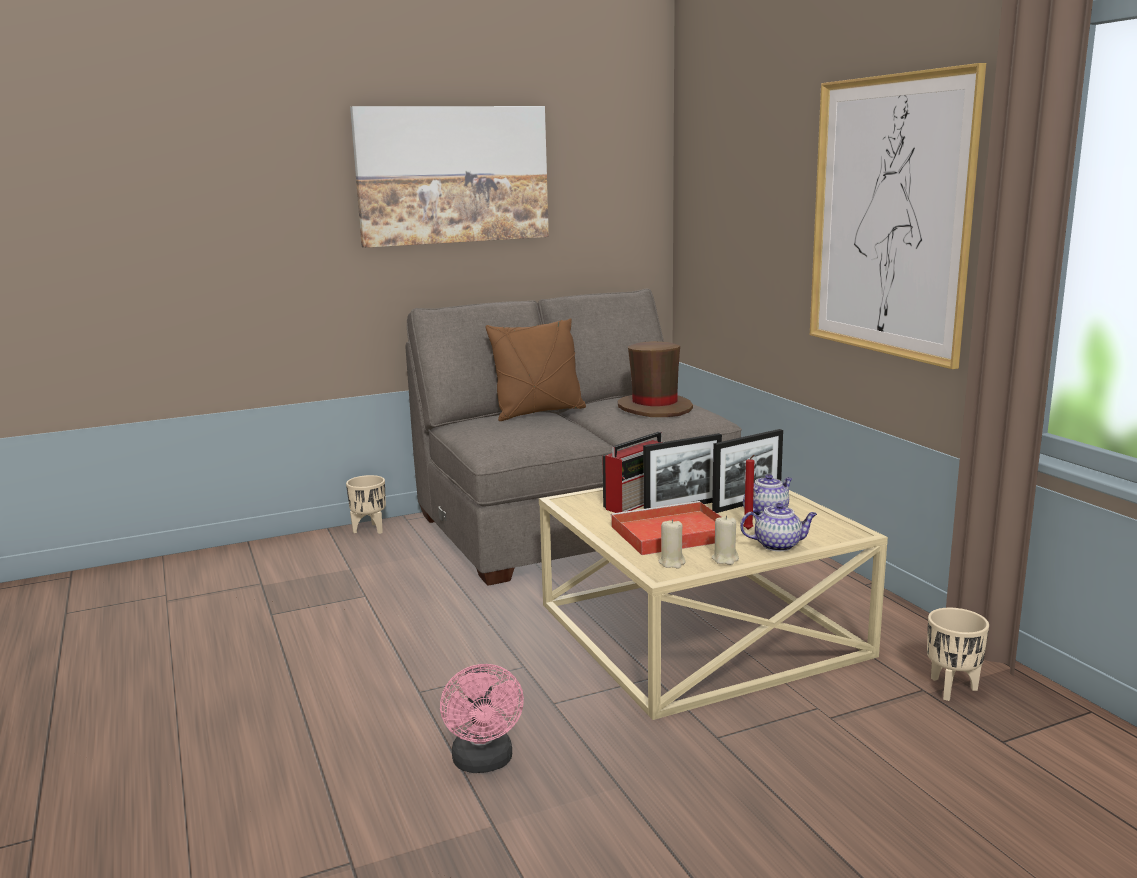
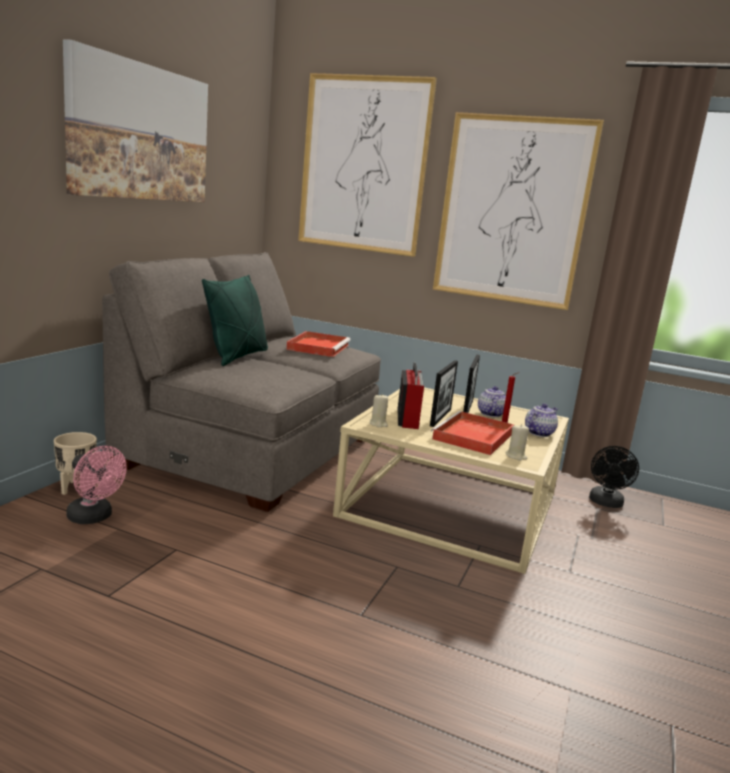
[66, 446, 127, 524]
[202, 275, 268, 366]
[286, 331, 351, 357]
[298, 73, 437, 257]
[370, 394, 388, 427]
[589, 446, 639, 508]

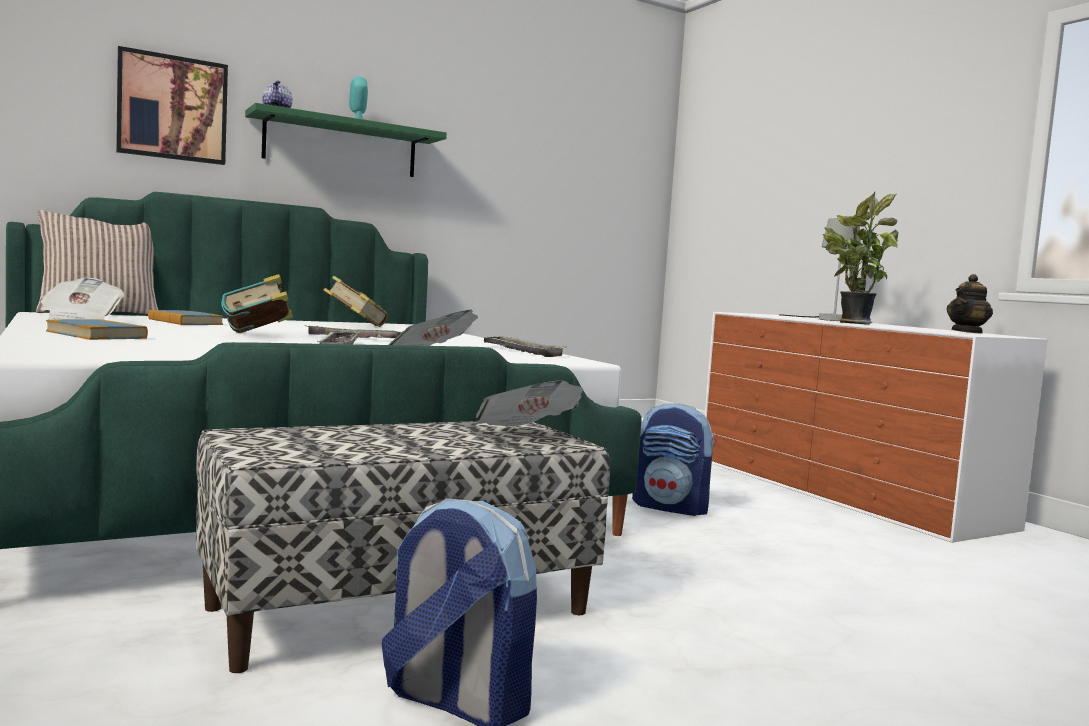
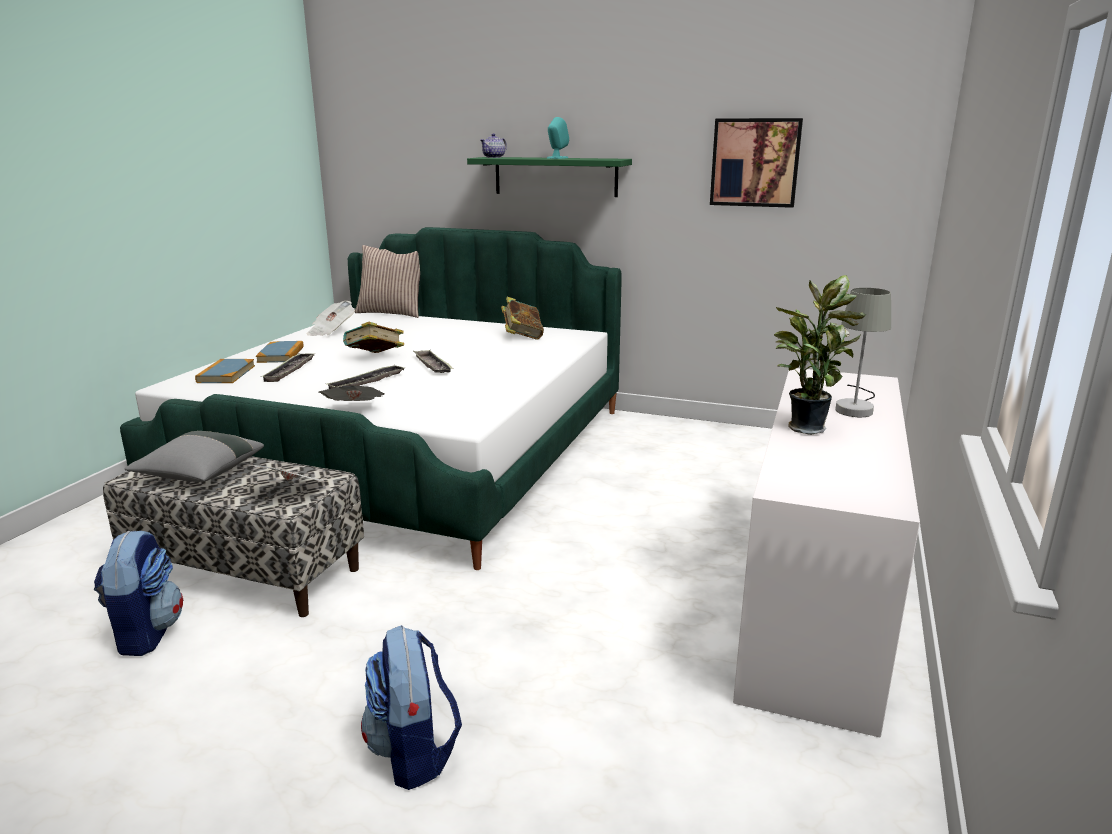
[125, 431, 264, 482]
[195, 359, 255, 383]
[261, 353, 315, 382]
[361, 625, 462, 790]
[710, 118, 803, 208]
[947, 274, 993, 334] (first image)

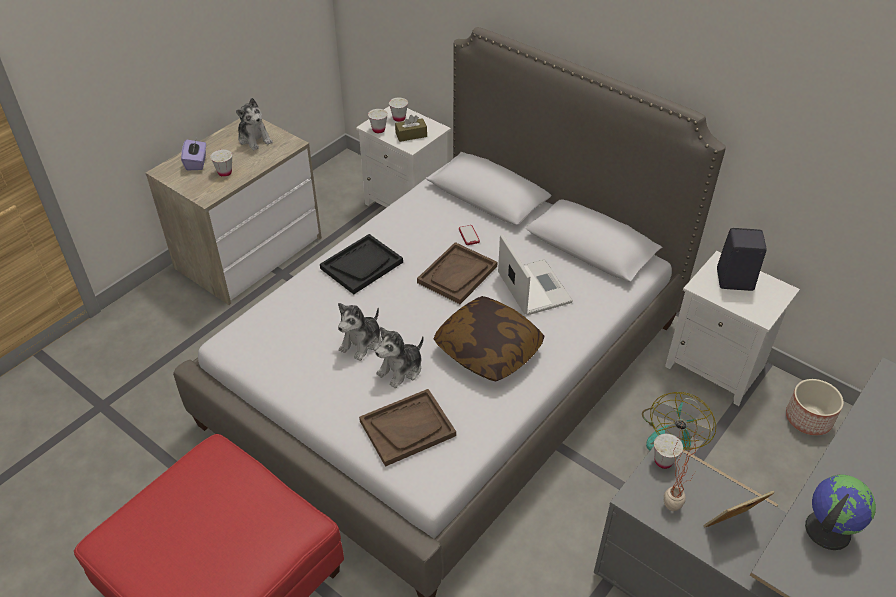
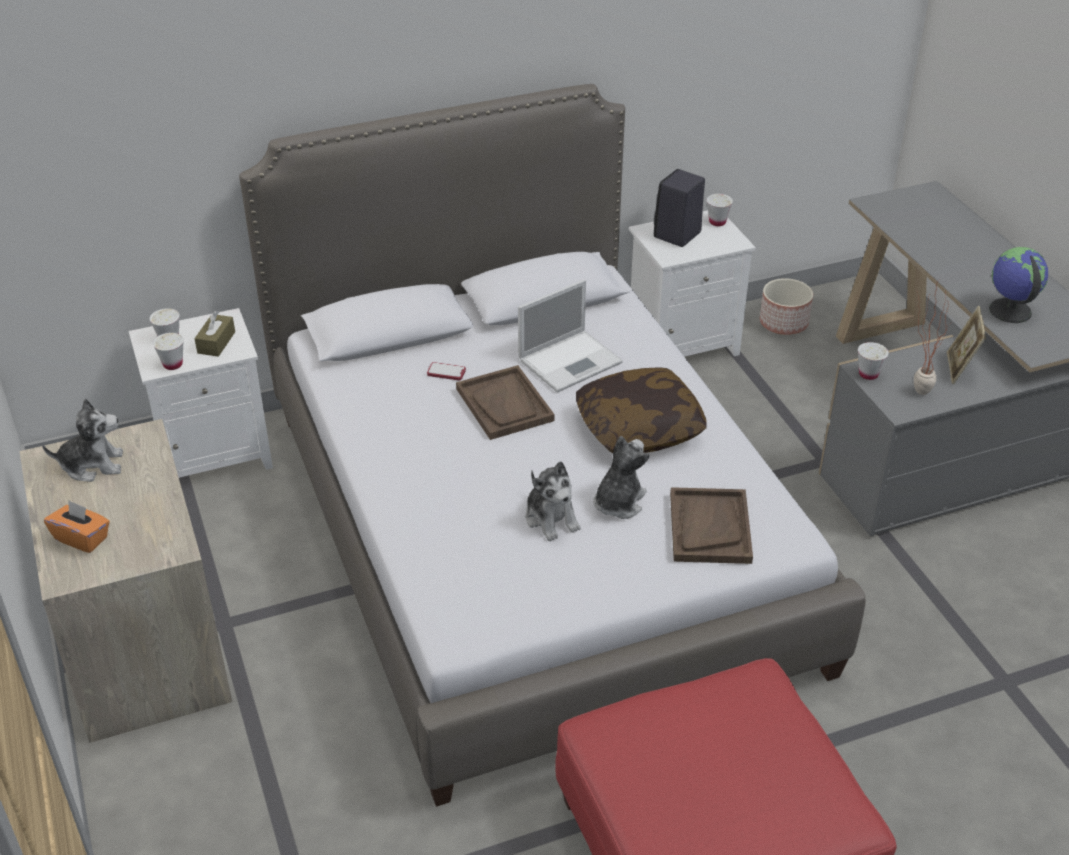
[44, 500, 110, 553]
[518, 280, 623, 393]
[593, 436, 649, 519]
[707, 194, 733, 226]
[320, 234, 403, 294] (first image)
[642, 392, 716, 451] (first image)

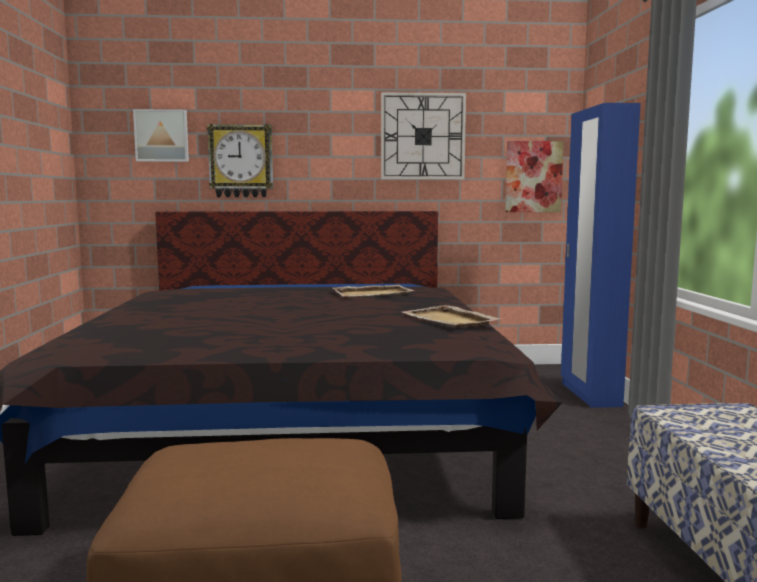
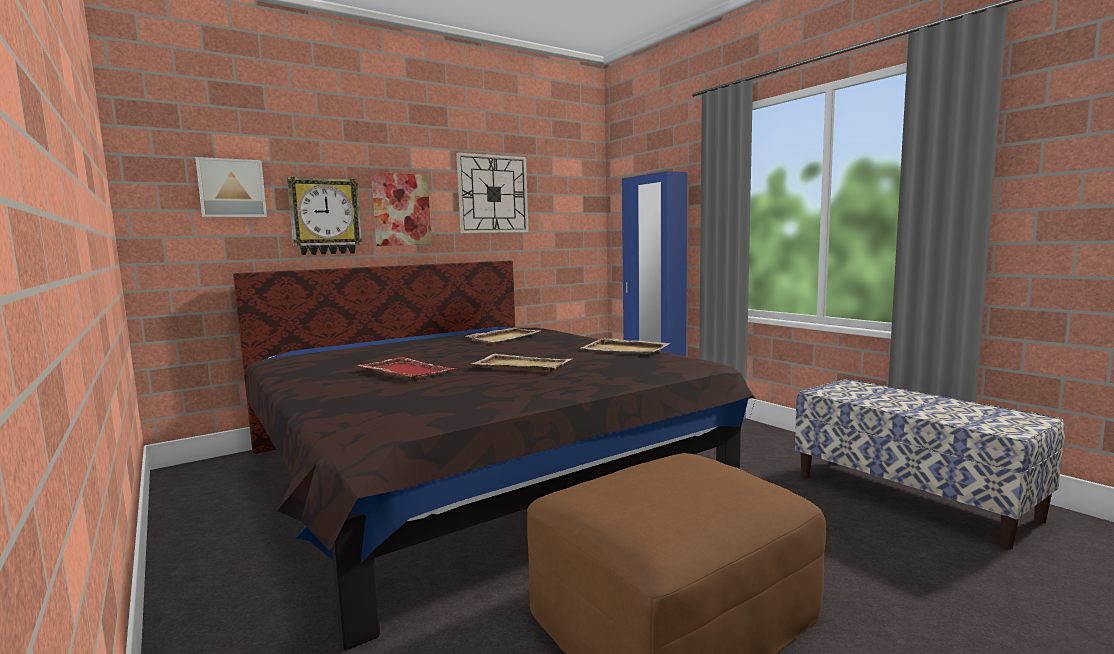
[357, 357, 457, 380]
[371, 172, 432, 246]
[471, 354, 572, 371]

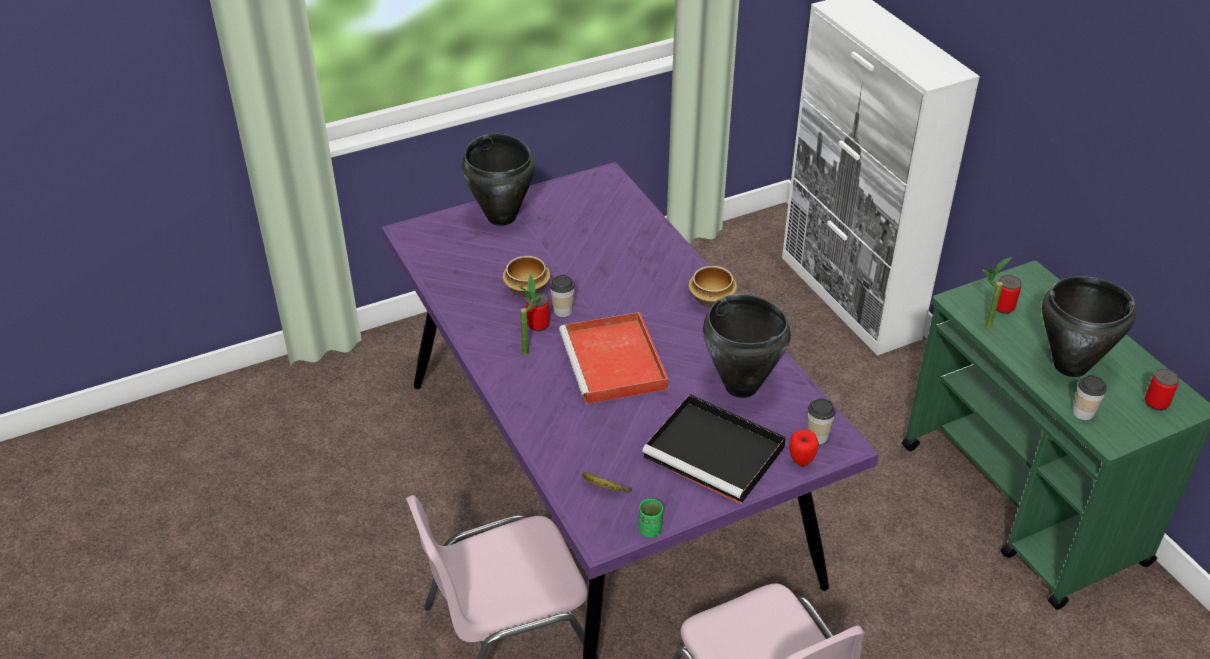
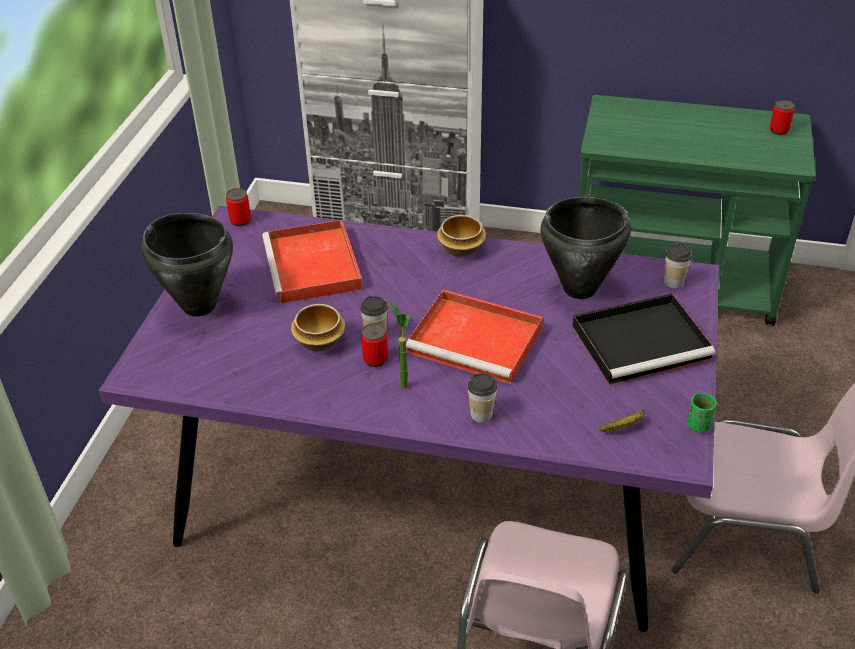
[226, 188, 251, 226]
[262, 220, 363, 304]
[467, 373, 497, 423]
[789, 429, 819, 466] (first image)
[982, 257, 1012, 329] (first image)
[1042, 276, 1136, 377] (first image)

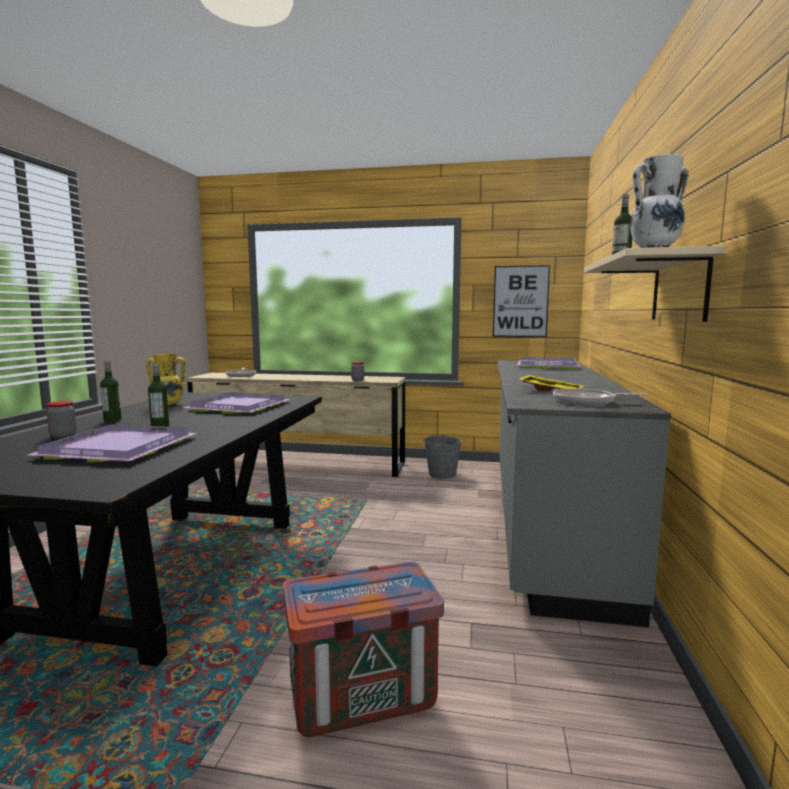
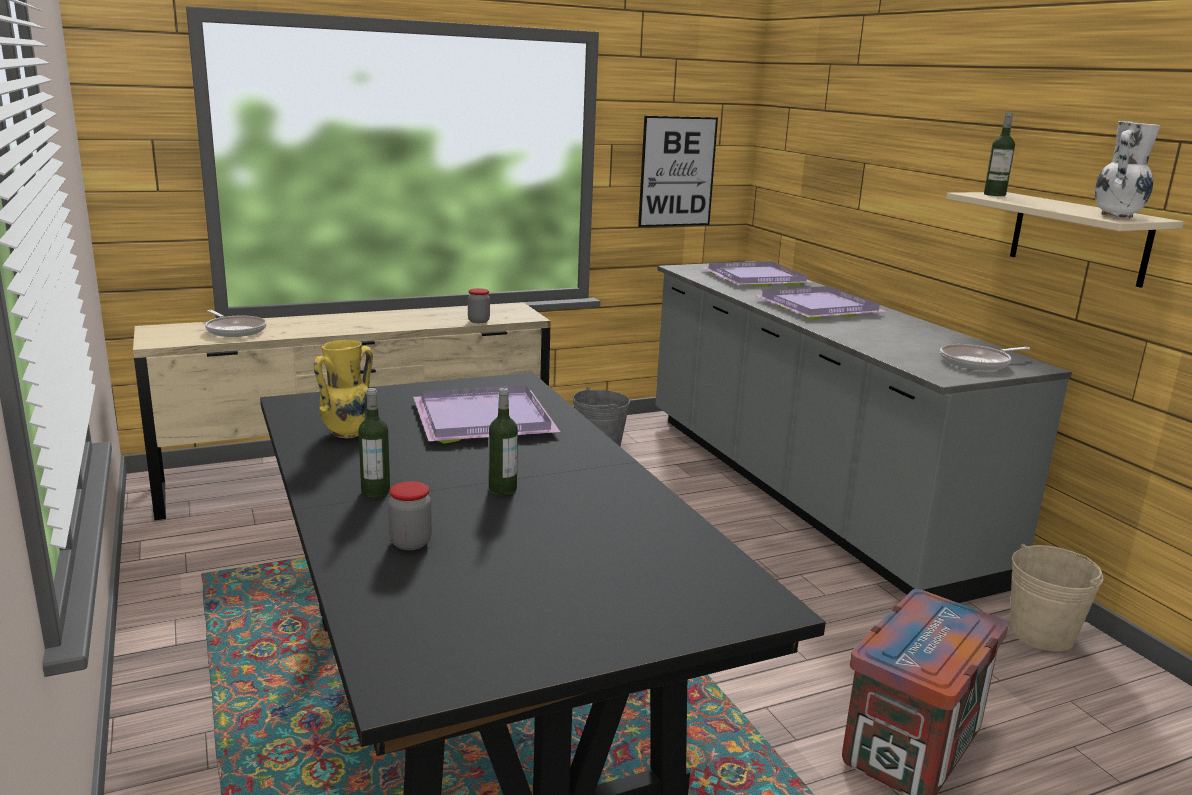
[755, 286, 886, 320]
[1010, 544, 1104, 652]
[519, 375, 584, 391] (first image)

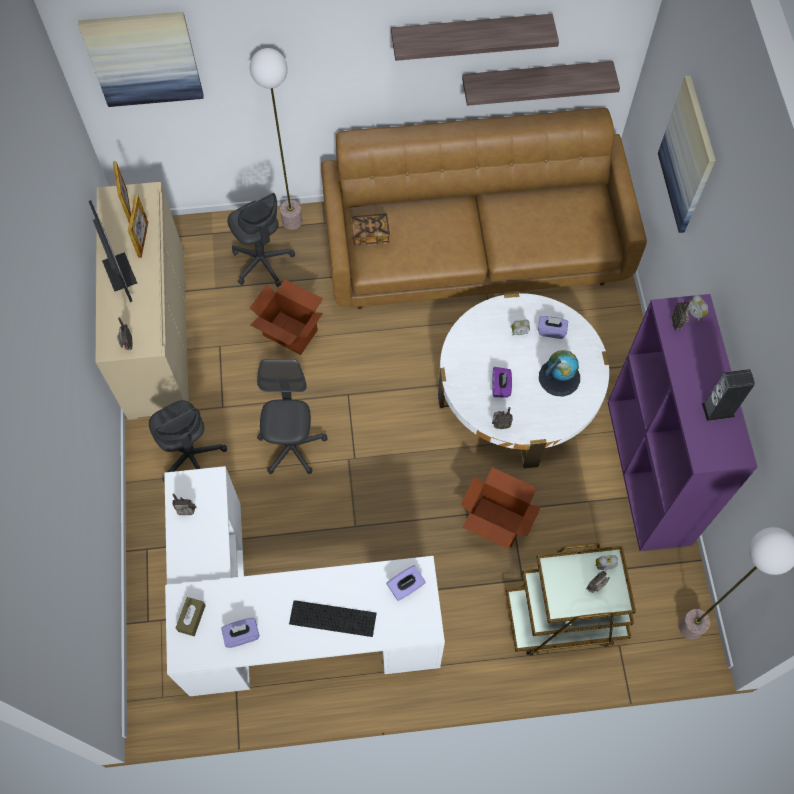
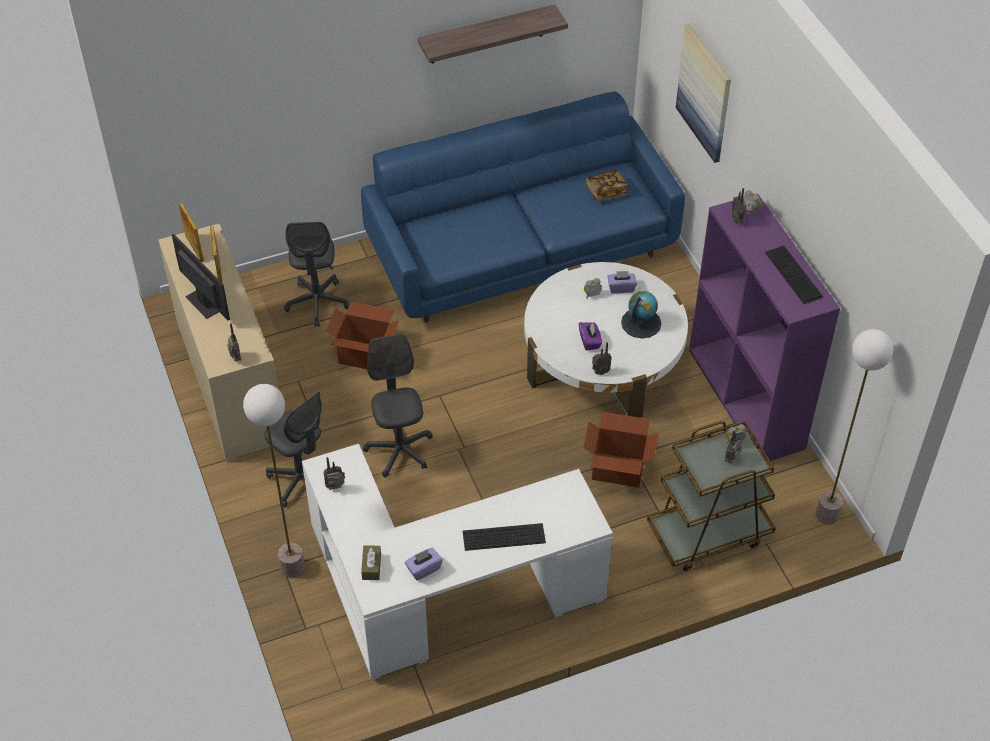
[243, 384, 305, 578]
[284, 222, 350, 327]
[361, 92, 685, 323]
[586, 170, 628, 202]
[765, 246, 823, 304]
[78, 12, 204, 107] (first image)
[387, 565, 425, 601] (first image)
[462, 61, 620, 106] (first image)

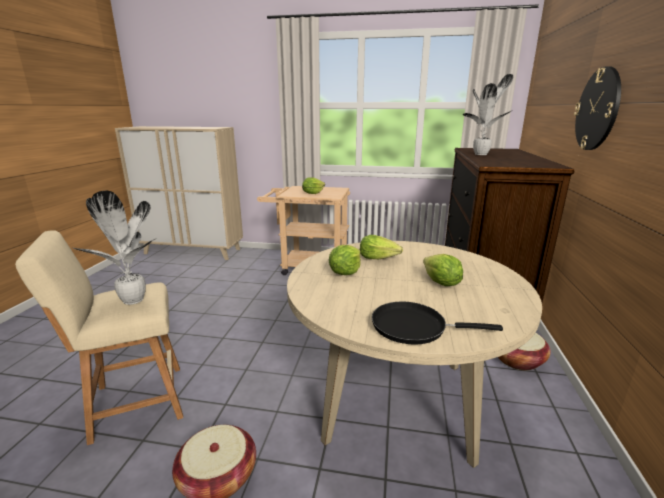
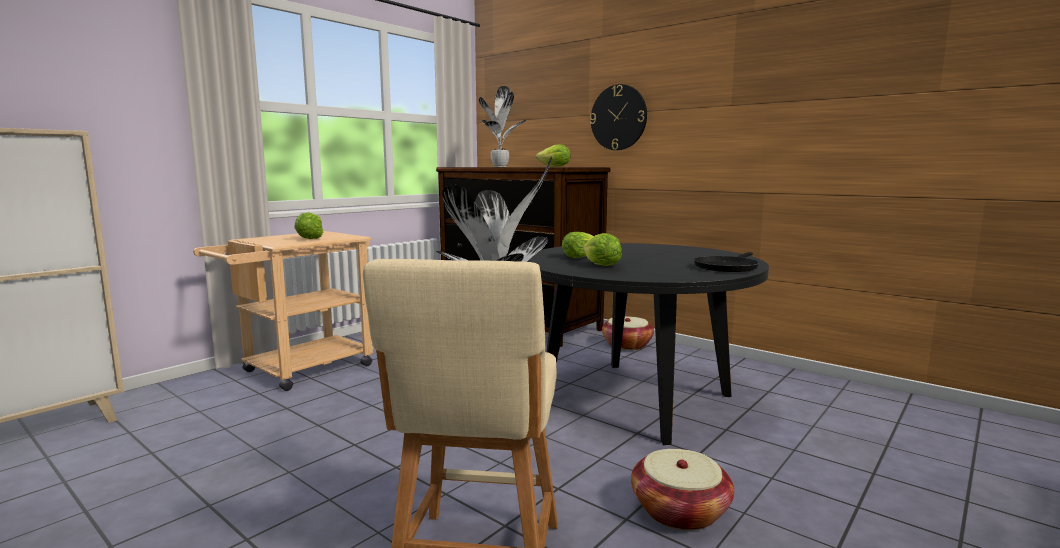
[527, 243, 769, 445]
[536, 144, 571, 167]

